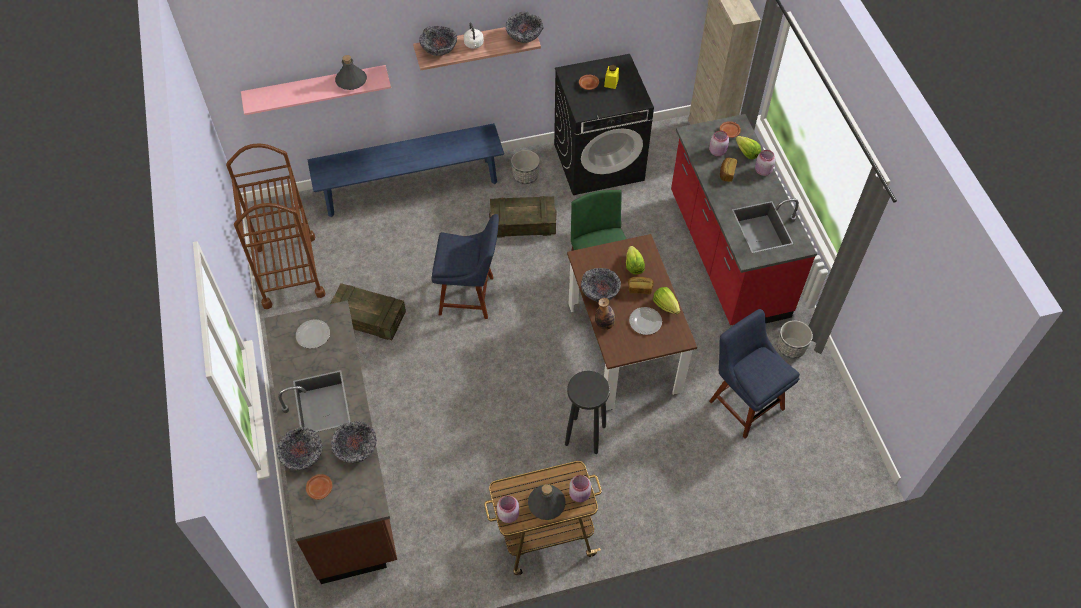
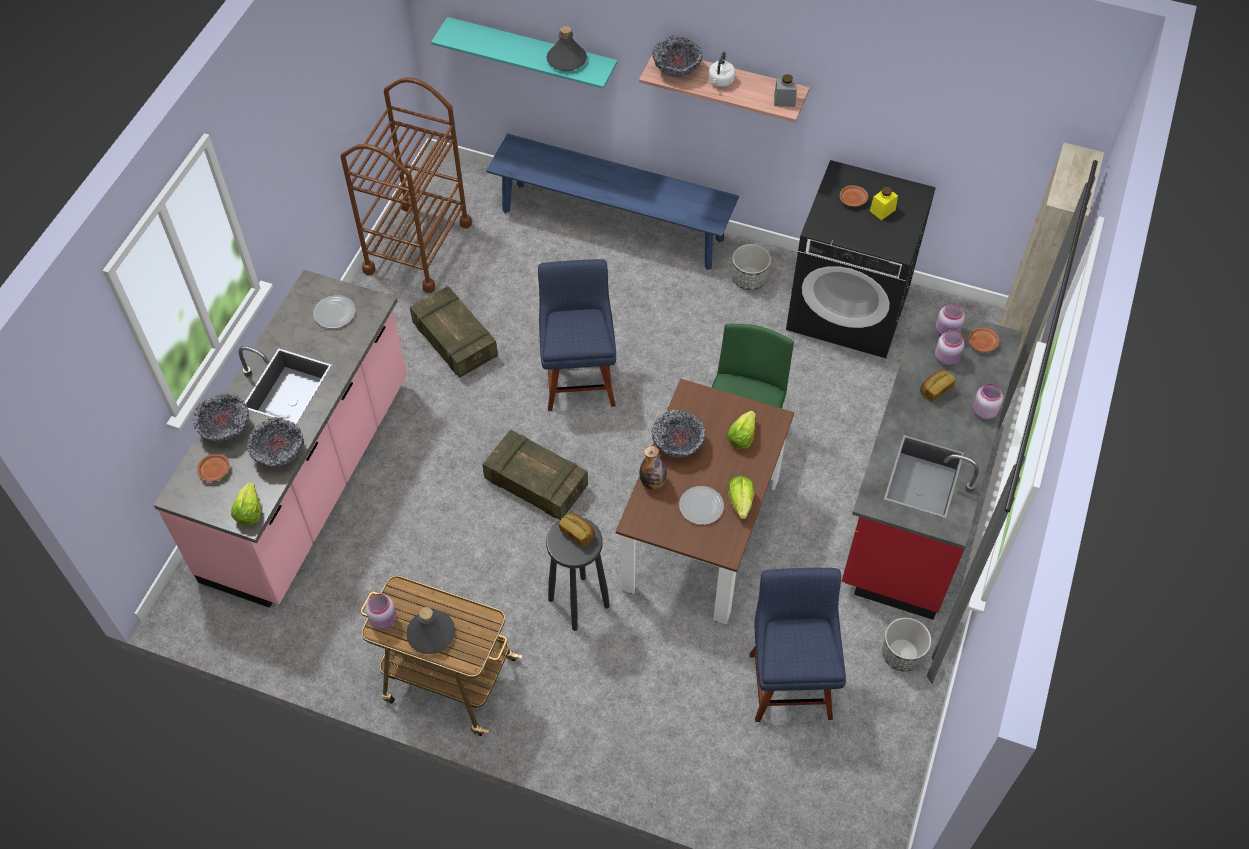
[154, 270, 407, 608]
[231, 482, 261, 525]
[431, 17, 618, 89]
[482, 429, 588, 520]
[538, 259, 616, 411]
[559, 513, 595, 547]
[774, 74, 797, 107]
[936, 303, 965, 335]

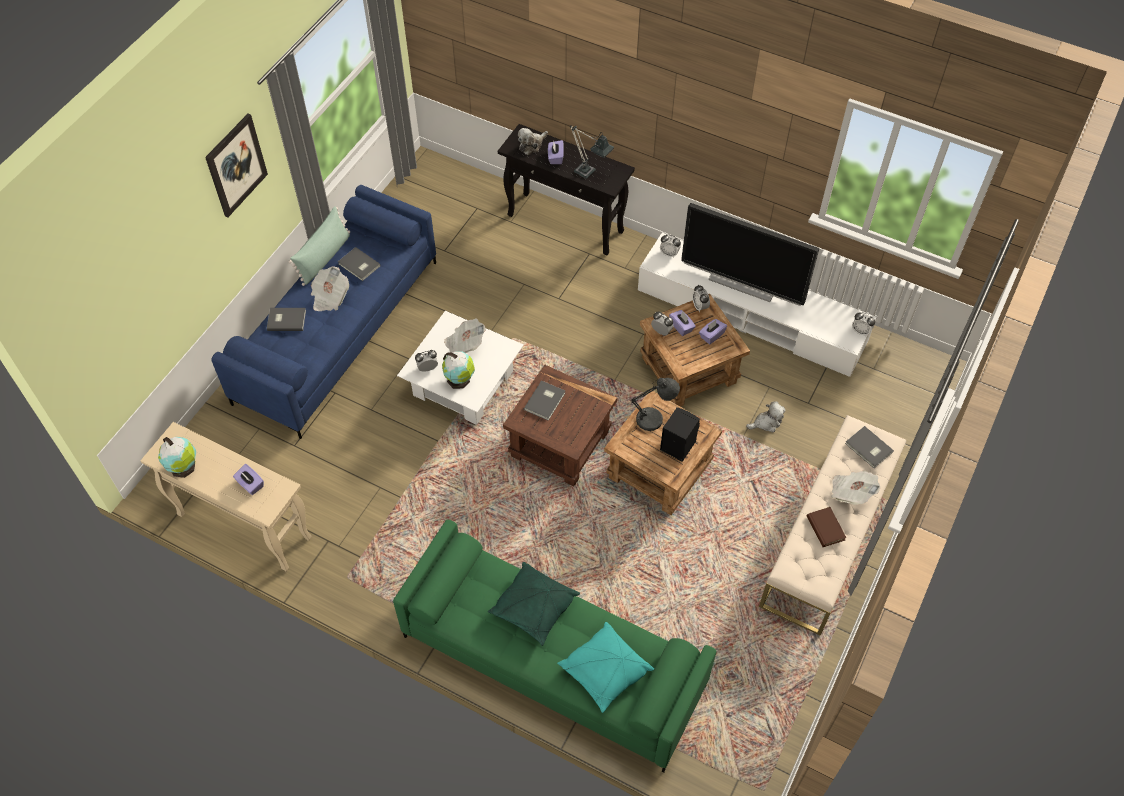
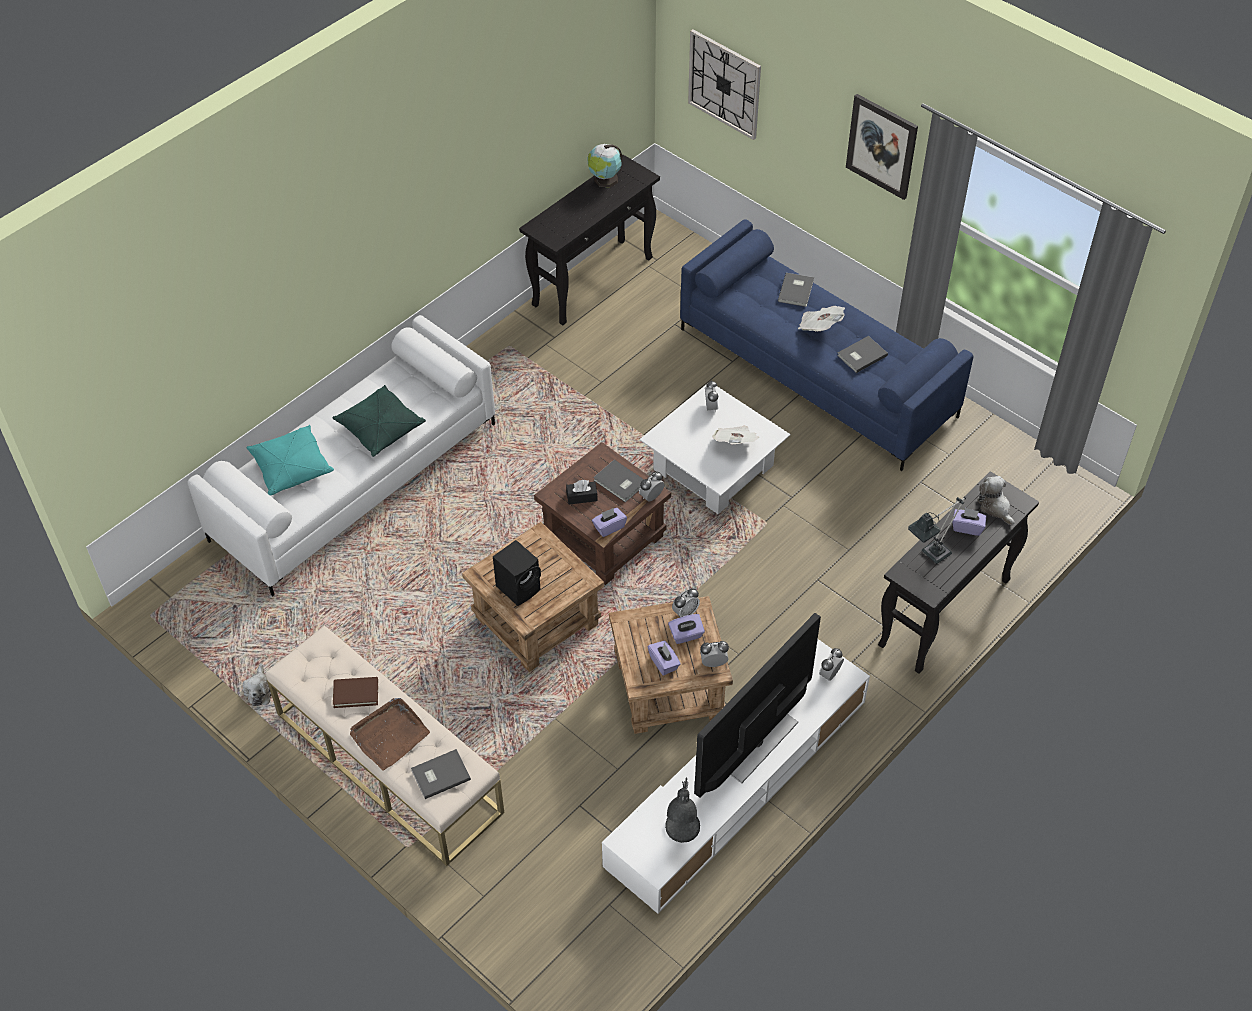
[187, 315, 495, 596]
[242, 663, 272, 706]
[350, 698, 430, 771]
[519, 155, 660, 325]
[566, 480, 598, 504]
[592, 508, 627, 537]
[639, 471, 665, 501]
[665, 777, 700, 843]
[688, 29, 761, 140]
[288, 206, 350, 286] (first image)
[442, 352, 475, 389] (first image)

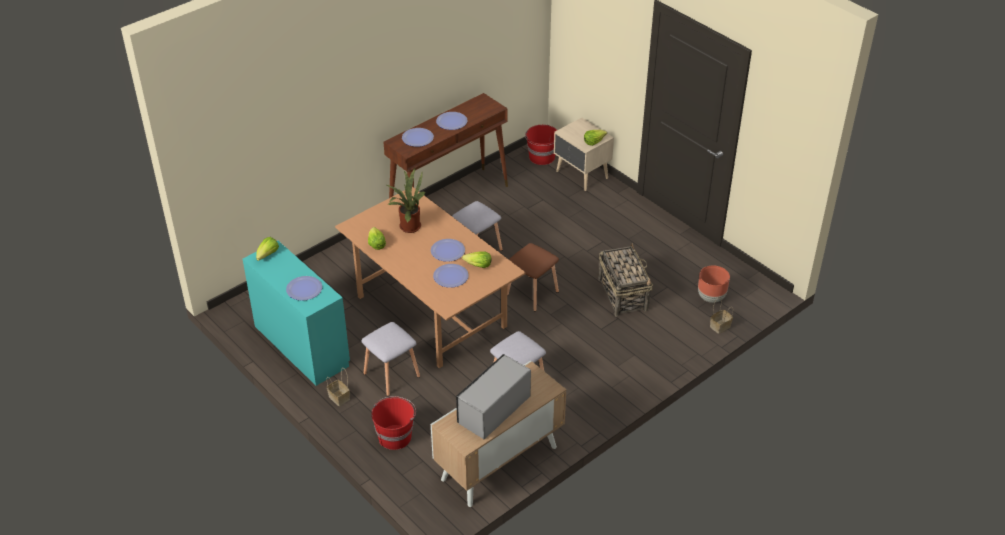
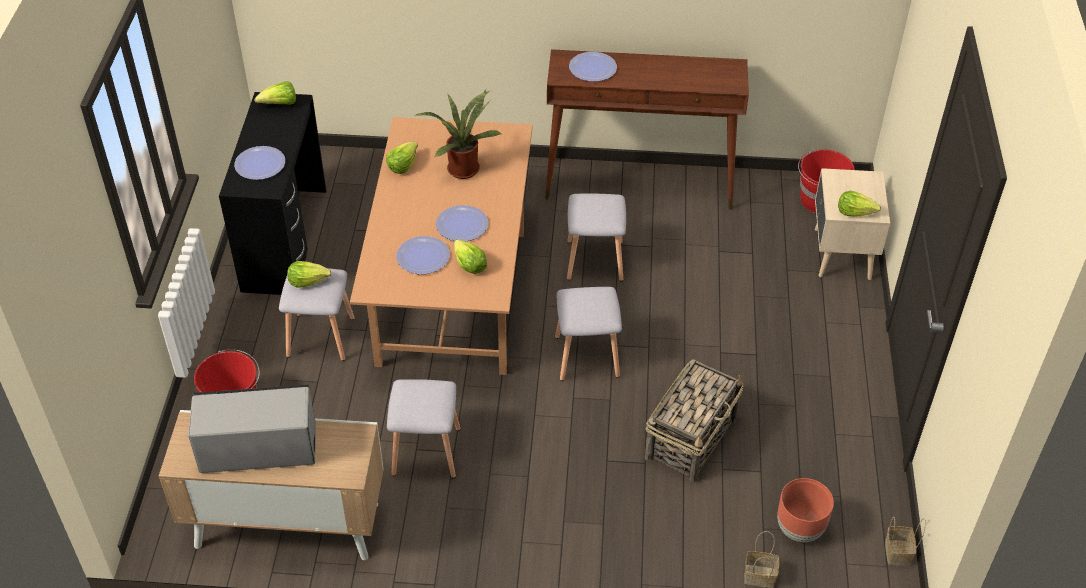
[219, 92, 326, 295]
[287, 261, 332, 288]
[555, 287, 622, 381]
[885, 517, 926, 566]
[436, 112, 468, 130] (first image)

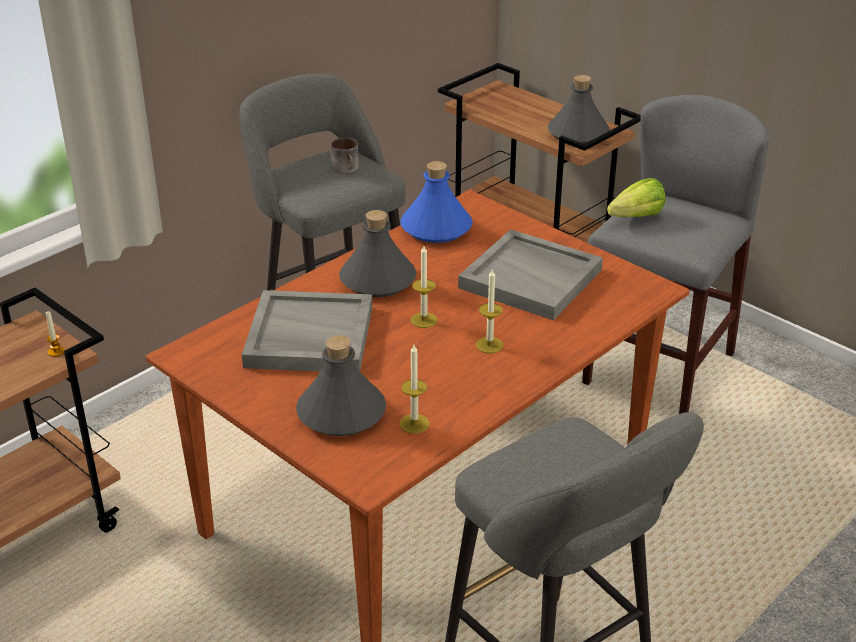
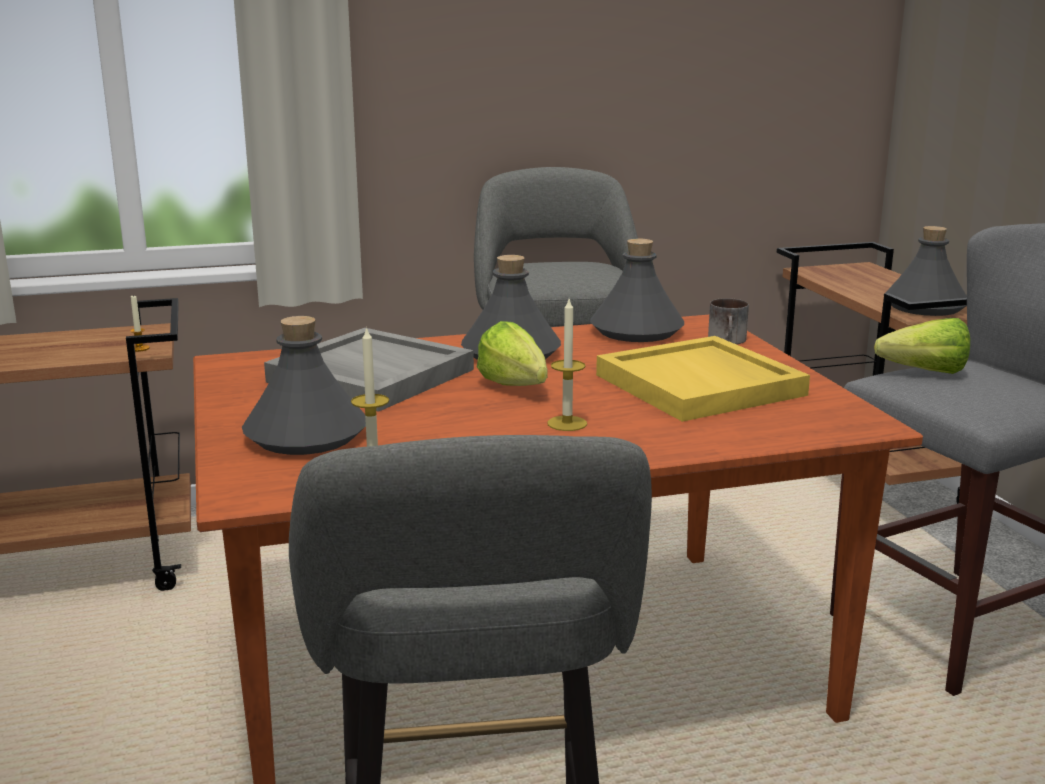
[477, 321, 548, 386]
[590, 239, 684, 342]
[596, 336, 810, 422]
[708, 298, 749, 344]

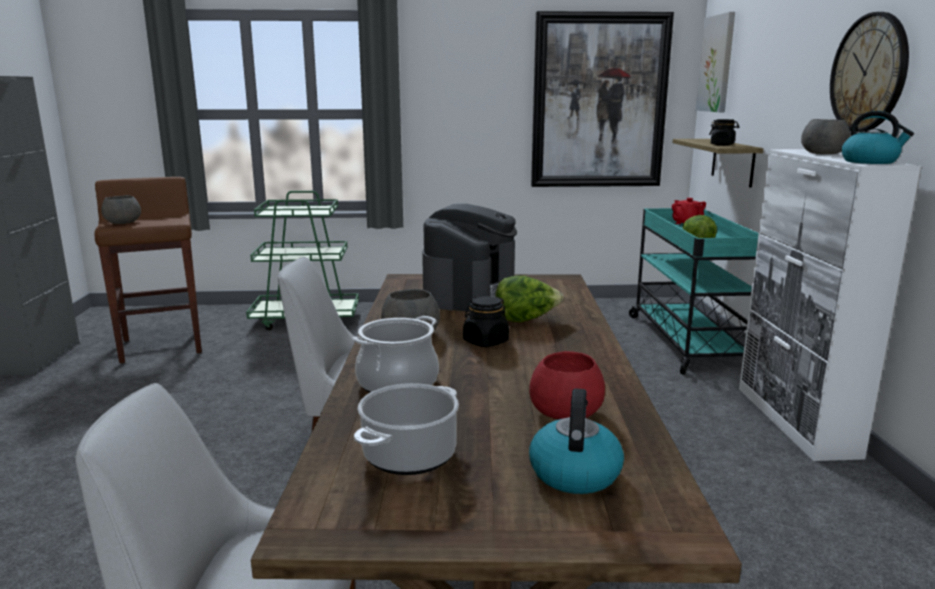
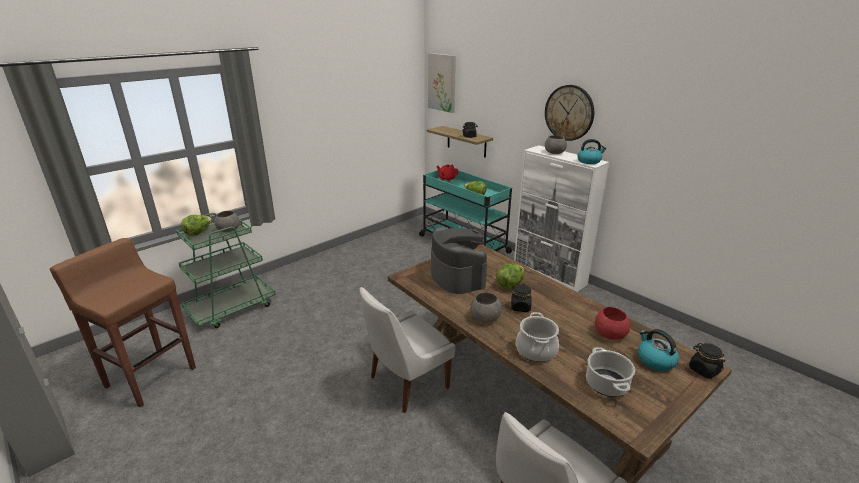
[181, 215, 212, 236]
[214, 211, 240, 232]
[689, 343, 725, 379]
[531, 11, 674, 187] (first image)

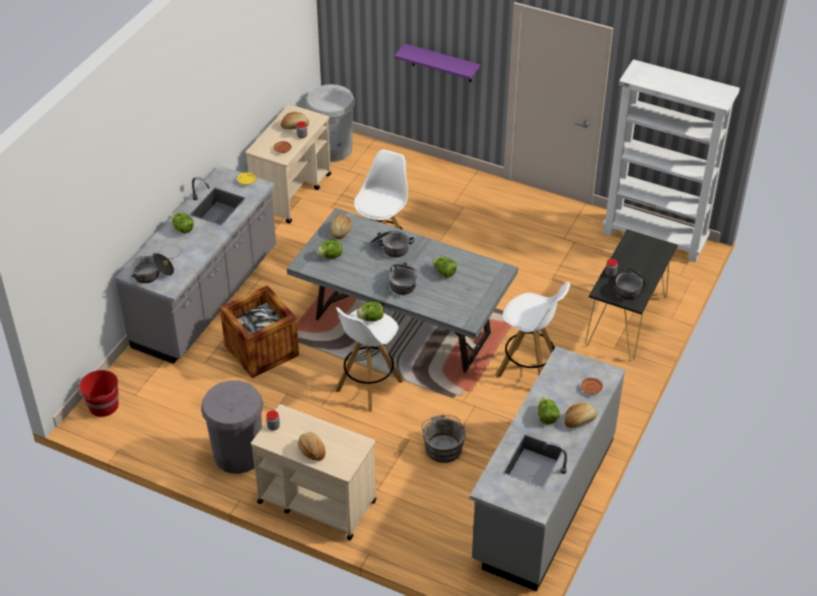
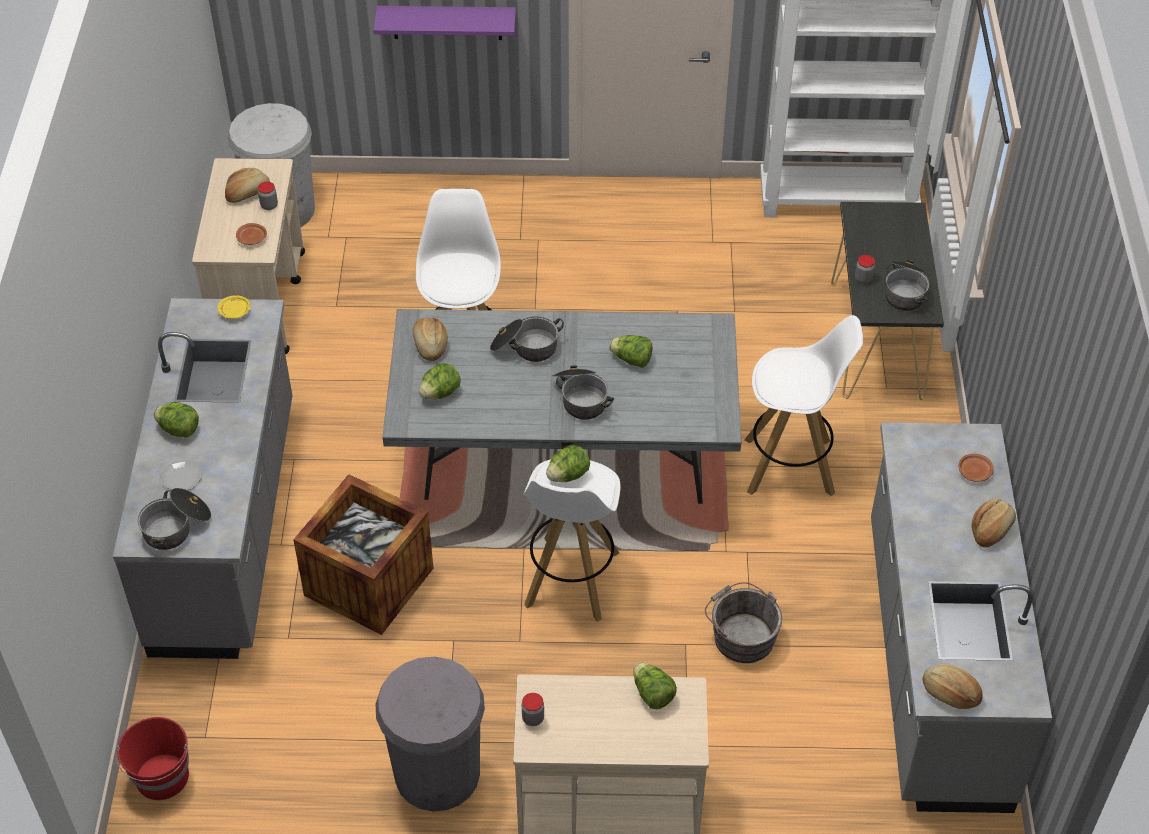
[633, 663, 677, 709]
[923, 663, 983, 709]

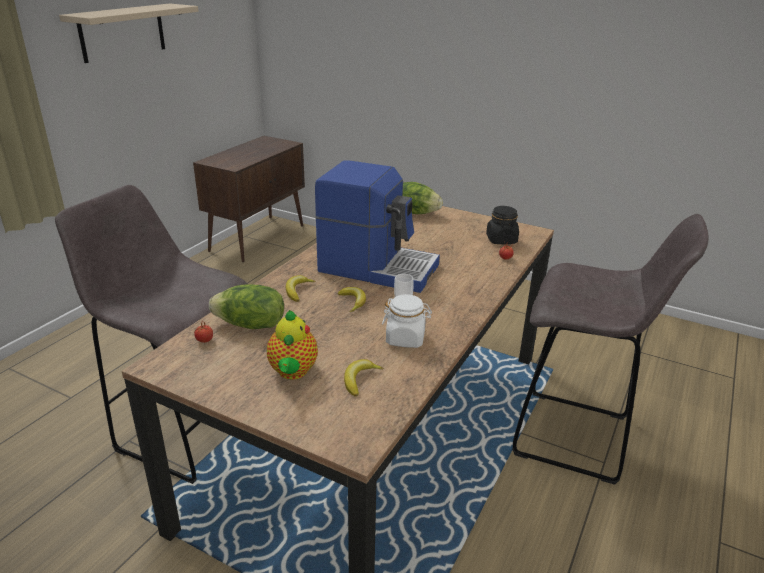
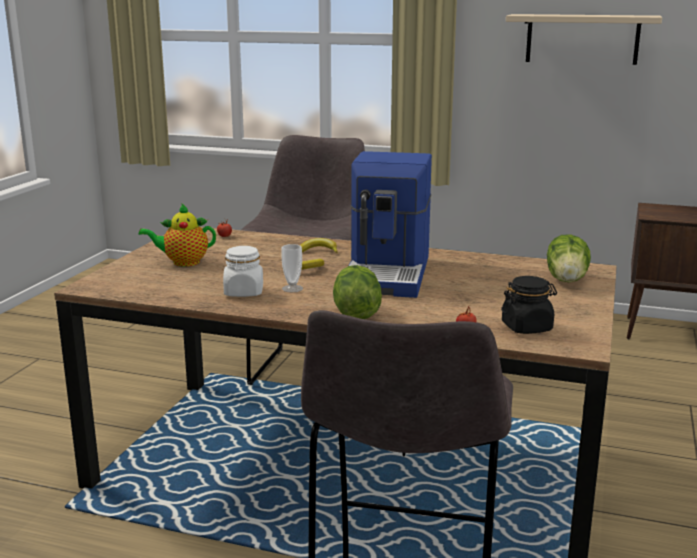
[333, 265, 382, 319]
[344, 359, 384, 397] (first image)

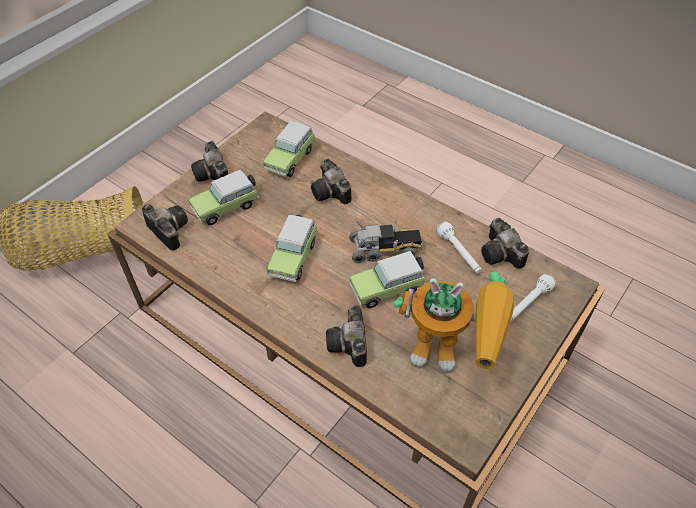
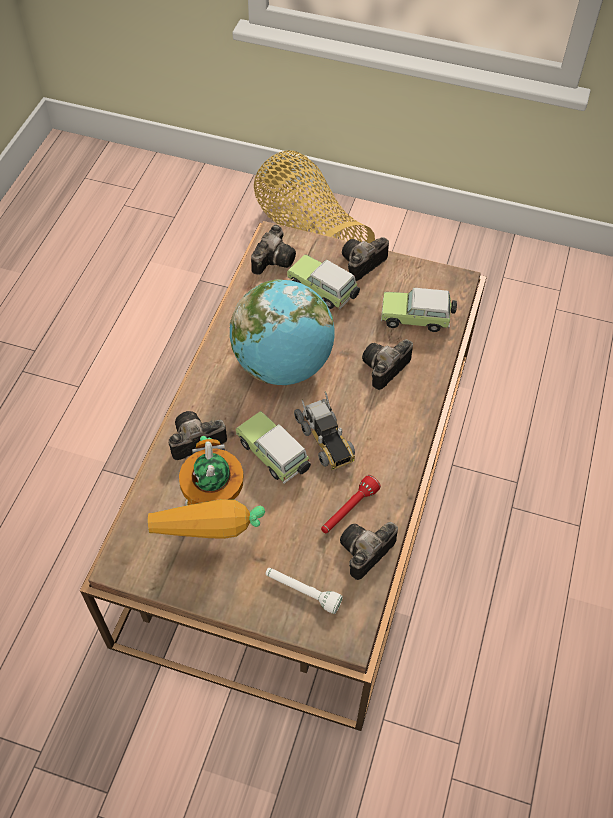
[230, 279, 335, 385]
[321, 475, 381, 533]

